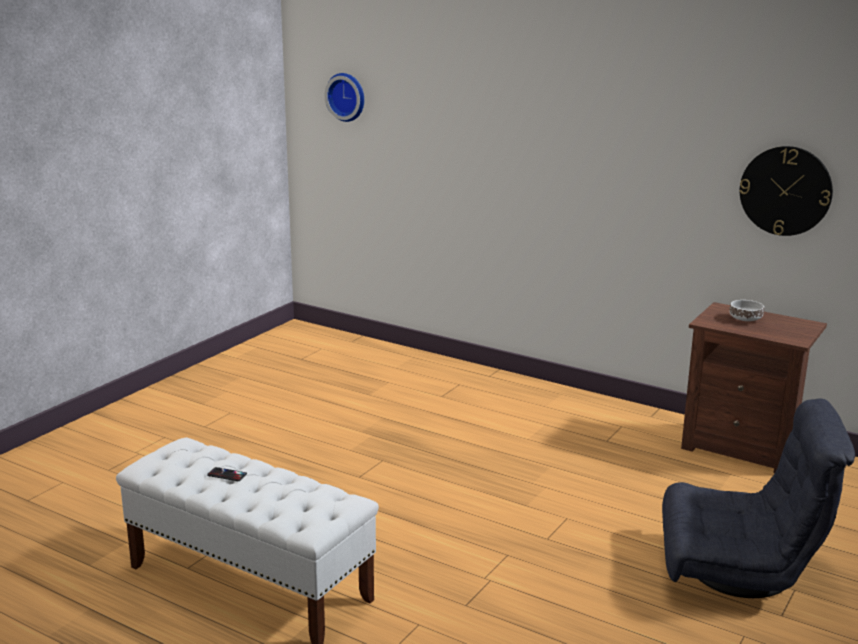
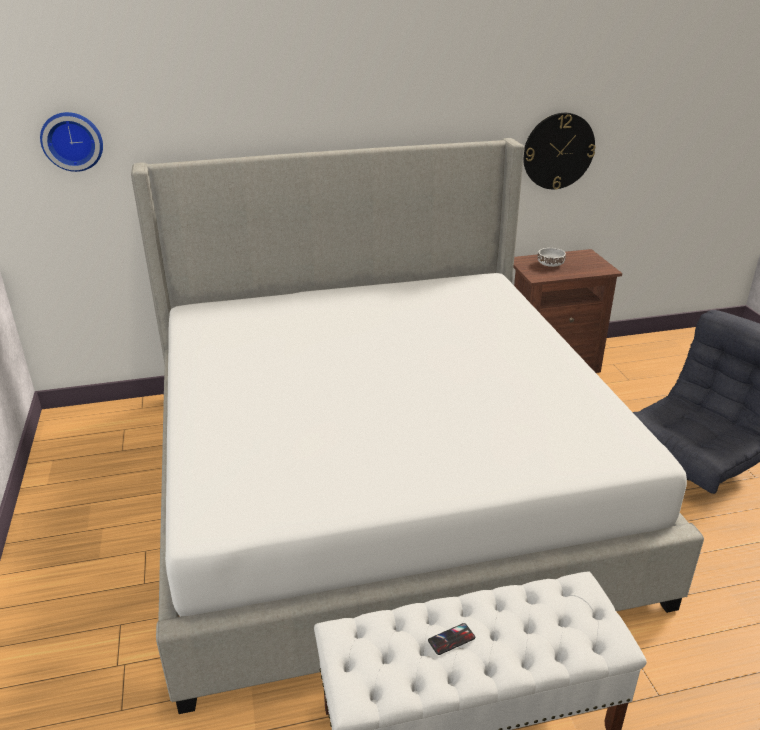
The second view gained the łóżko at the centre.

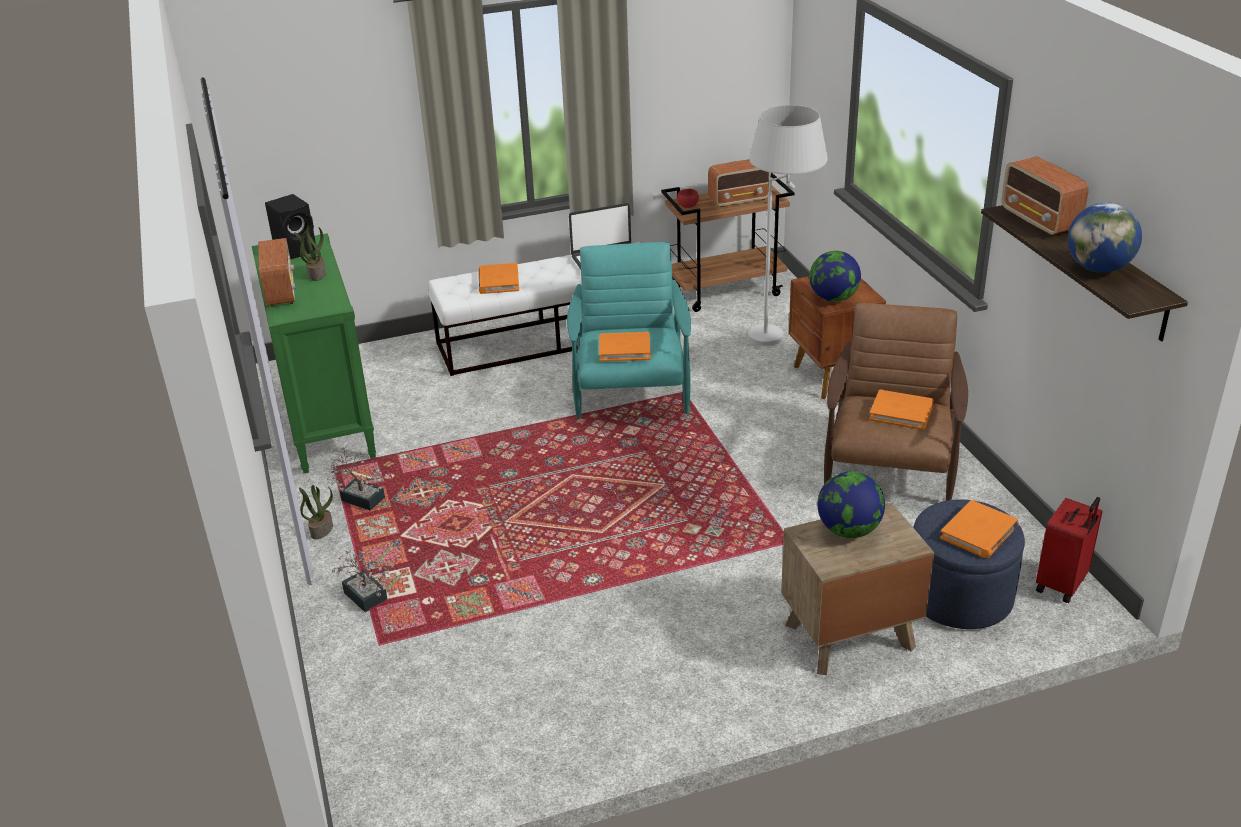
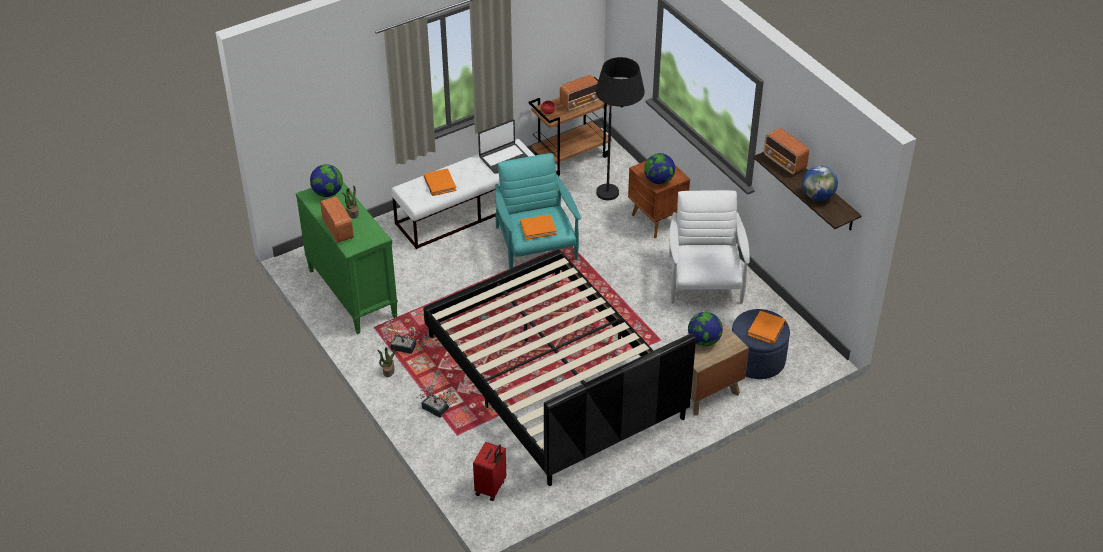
Where the głośnik/czarny stood at the top left, the globus (no. 1 from left) came to stand at the top left.
The second view gained the łóżko/czarny at the bottom centre.
The walizka/czerwony ended up elsewhere, having gone from the middle right to the bottom centre.
What was the lampa stojąca/biały at the top centre turned into the lampa stojąca/czarny at the top centre.
What was the fotel/brązowy at the middle right turned into the fotel/biały at the centre.
The second view lost the książka/pomarańczowy (no. 3 from left) at the middle right.

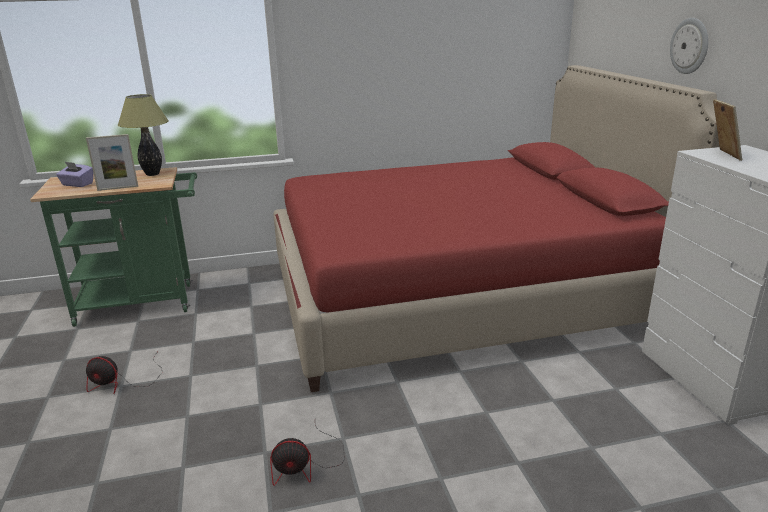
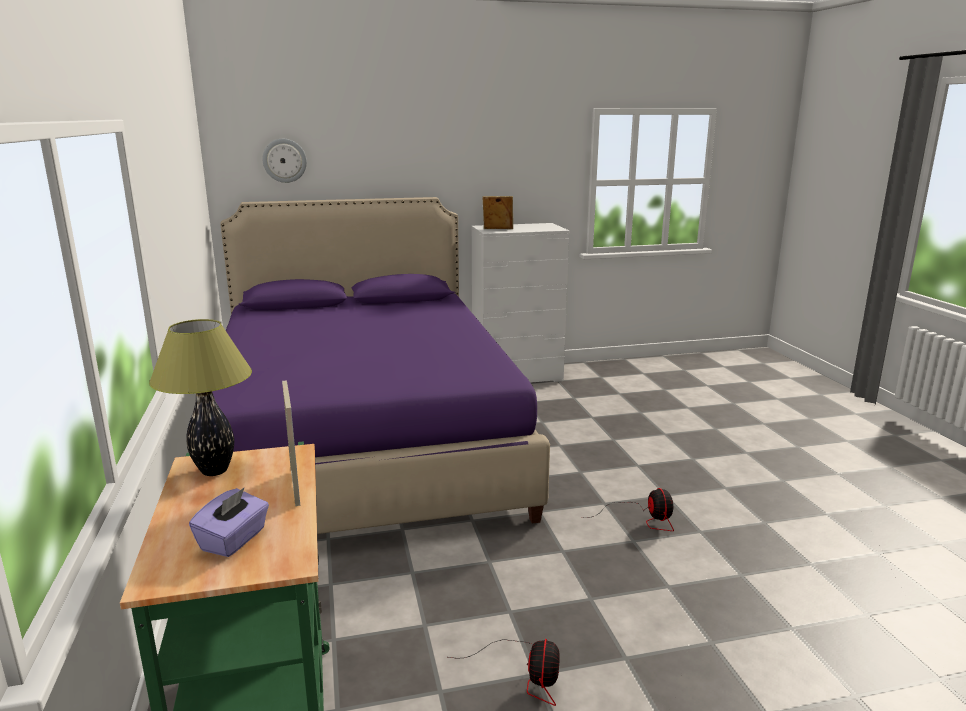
What was the łóżko/czerwony at the centre turned into the łóżko/fioletowy at the centre.
The zegar ścienny ended up elsewhere, having gone from the top right to the top left.

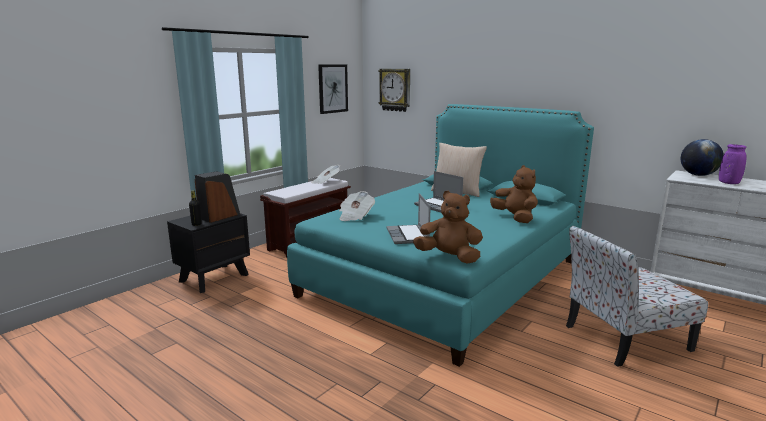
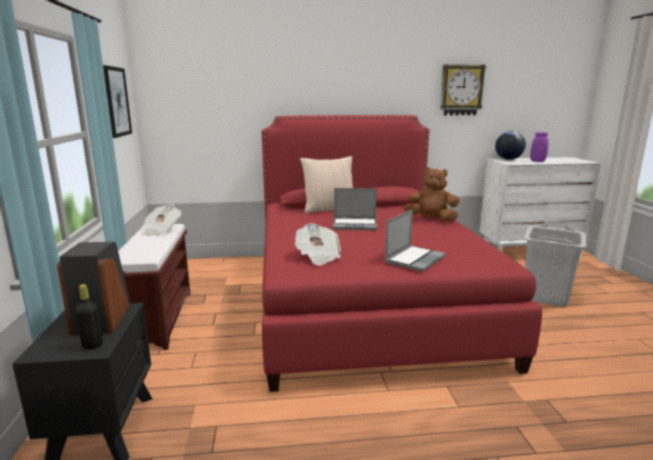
What was the łóżko/turkusowy at the centre turned into the łóżko/czerwony at the centre.
The laptop (no. 1 from left in the first image) at the centre ended up facing another way, 90 degrees counterclockwise from before.
The zegar ścienny ended up elsewhere, having gone from the top centre to the top right.
Where the krzesło stood at the bottom right, the kosz na pranie/szary came to stand at the middle right.
The second view lost the pluszak/brązowy (no. 1 from left) at the centre.

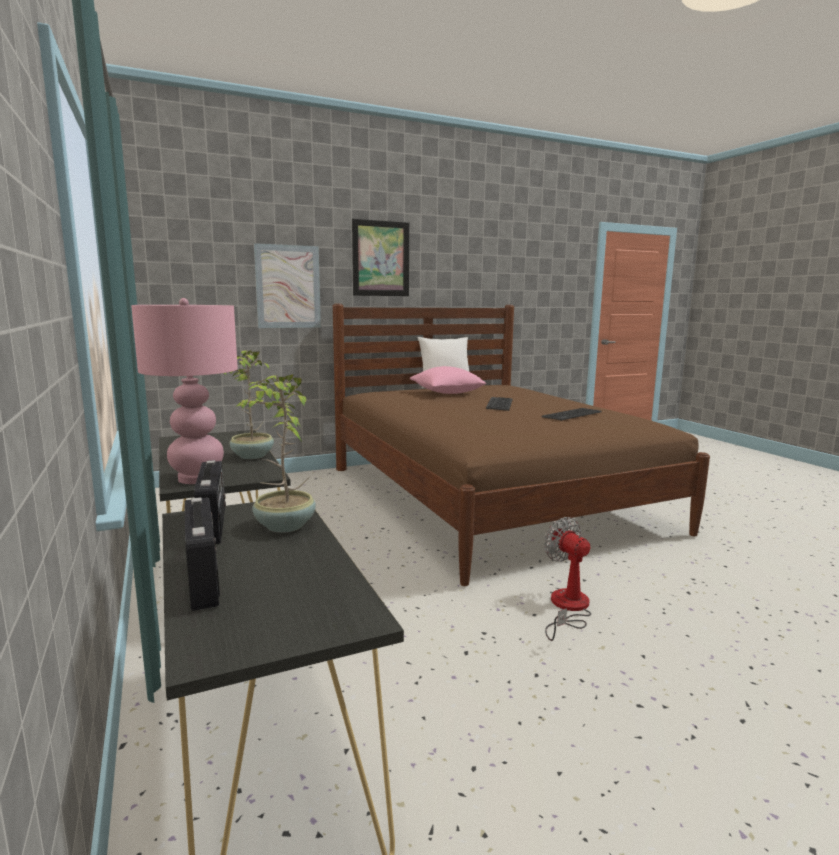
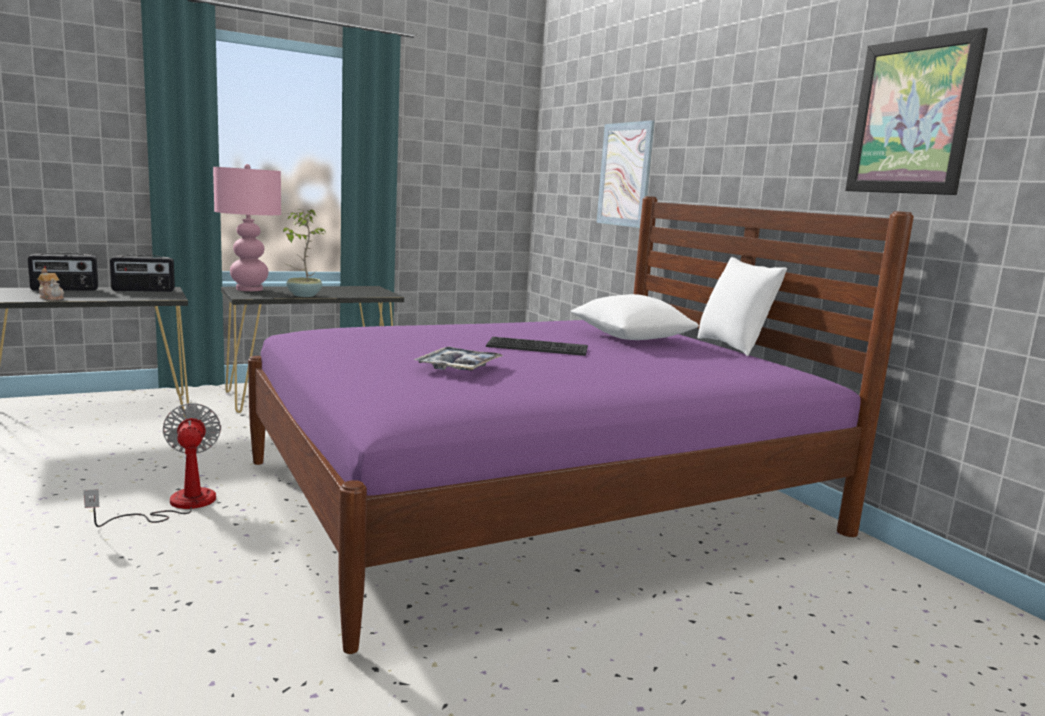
The second view gained the imbryk at the middle left.
The wentylator at the bottom right ended up facing another way, 75 degrees counterclockwise from before.
What was the łóżko/brązowy at the centre turned into the łóżko/fioletowy at the centre.
Where the klawiatura (no. 2 from left) stood at the middle right, the taca came to stand at the centre.
What was the poduszka/różowy at the centre turned into the poduszka/biały (no. 1 from left) at the centre.
The obraz (no. 2 from left) ended up elsewhere, having gone from the top centre to the top right.
The second view lost the roślina doniczkowa (no. 2 from left) at the middle left.

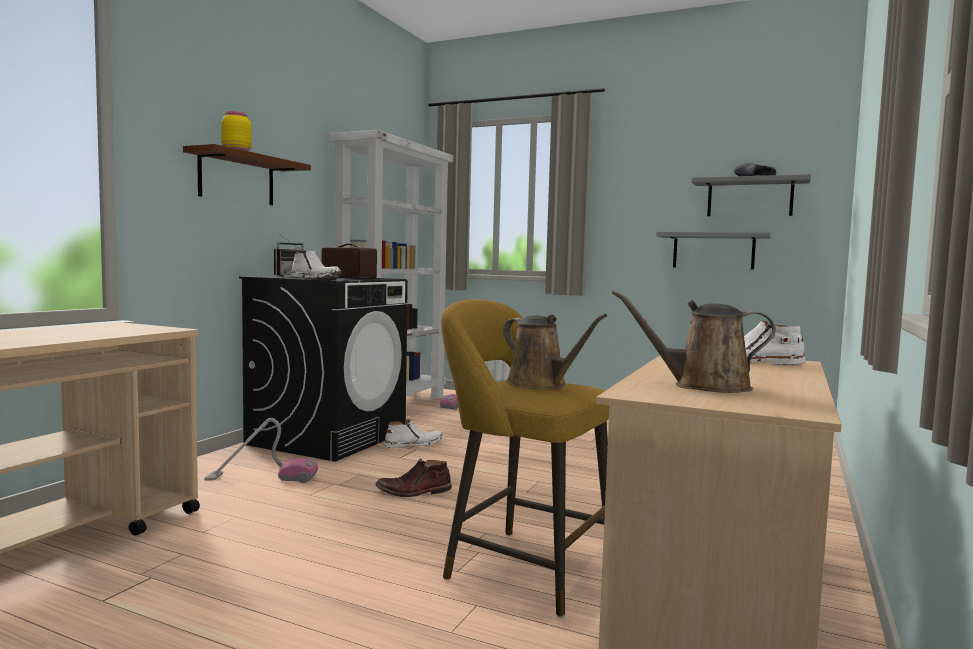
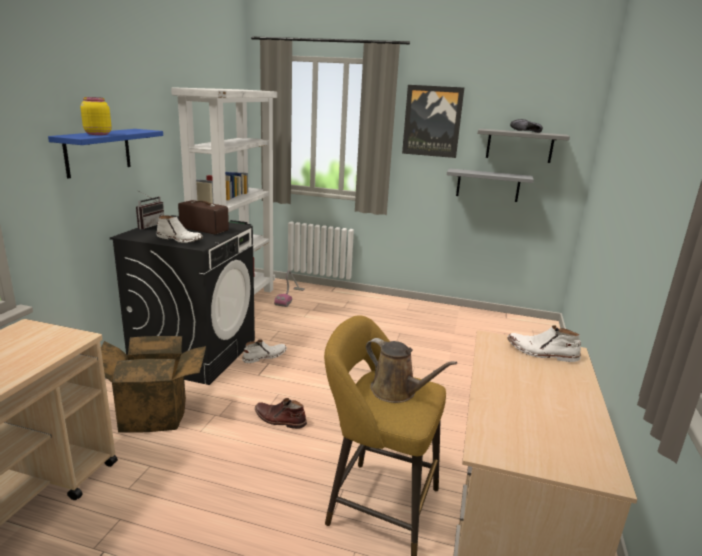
What was the półka/brązowy at the top left turned into the półka/niebieski at the top left.
Where the odkurzacz (no. 1 from left) stood at the bottom left, the karton came to stand at the bottom left.
The but z cholewką/brązowy at the bottom centre ended up facing another way, 45 degrees clockwise from before.
The second view gained the obraz at the top centre.
The second view lost the konewka/brązowy (no. 2 from left) at the middle right.

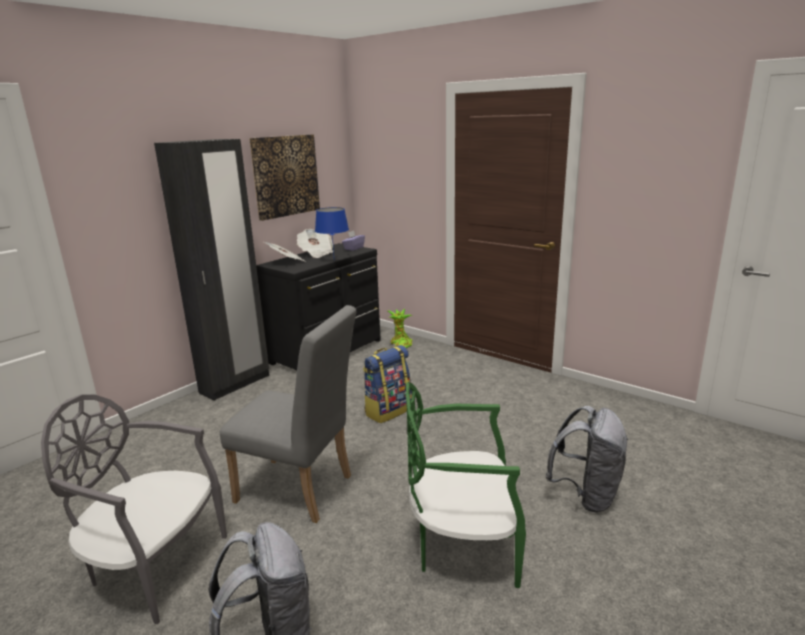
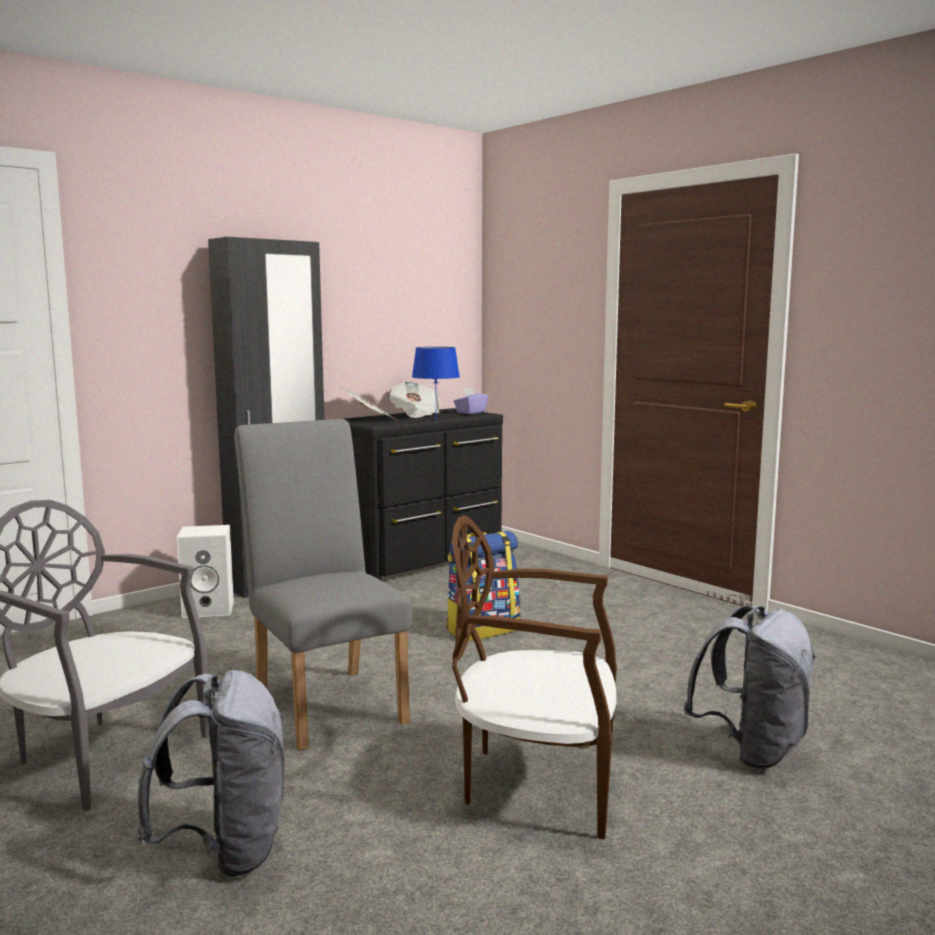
The second view gained the głośnik/biały at the middle left.
The krzesło/szary (no. 2 from left) at the centre ended up facing another way, 150 degrees counterclockwise from before.
What was the krzesło/zielony at the bottom centre turned into the krzesło/brązowy at the bottom centre.
The second view lost the obraz at the top centre.
The second view lost the roślina doniczkowa at the centre.

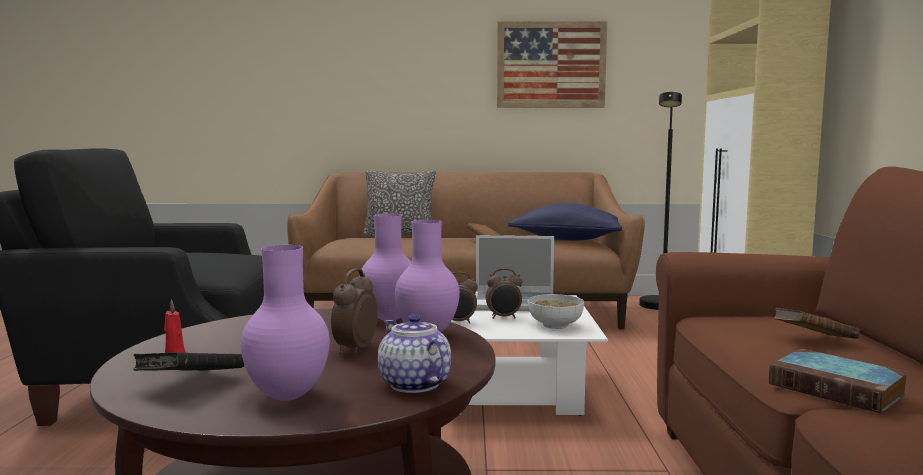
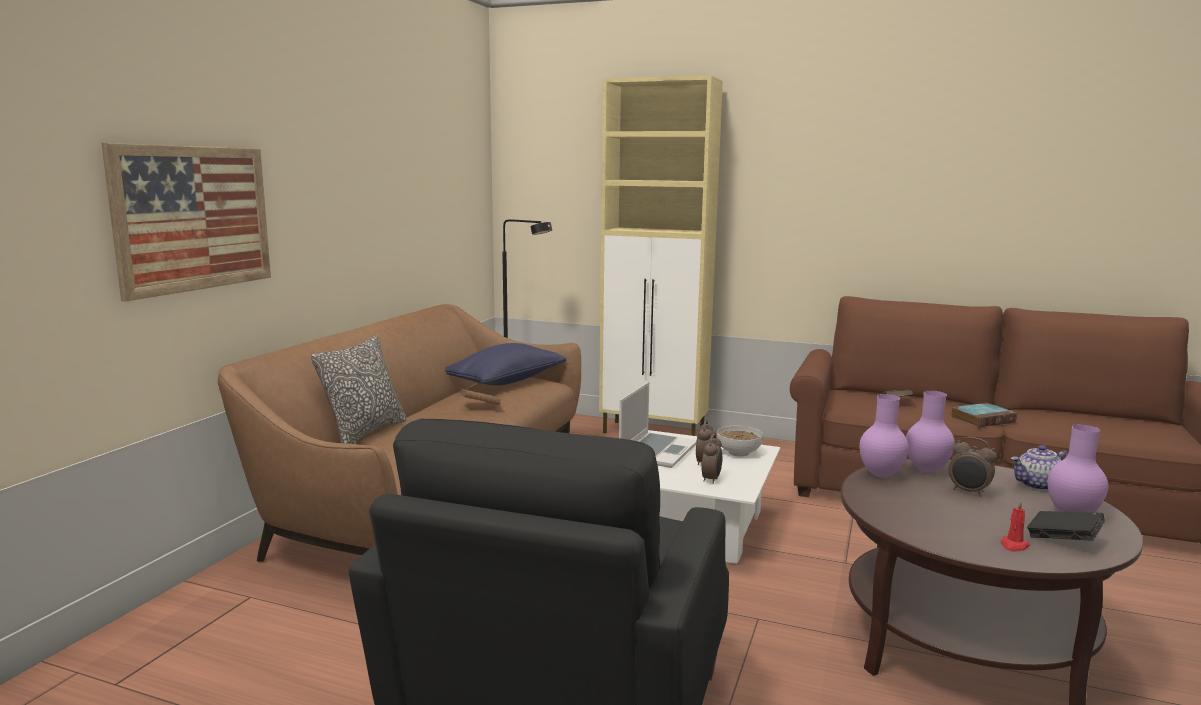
The obraz ended up elsewhere, having gone from the top centre to the top left.

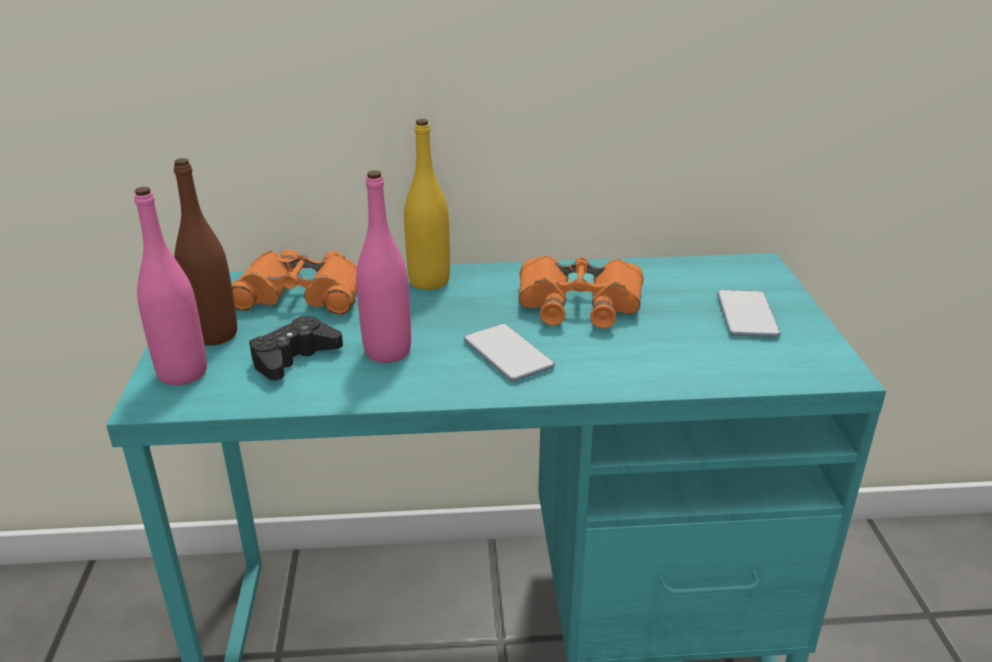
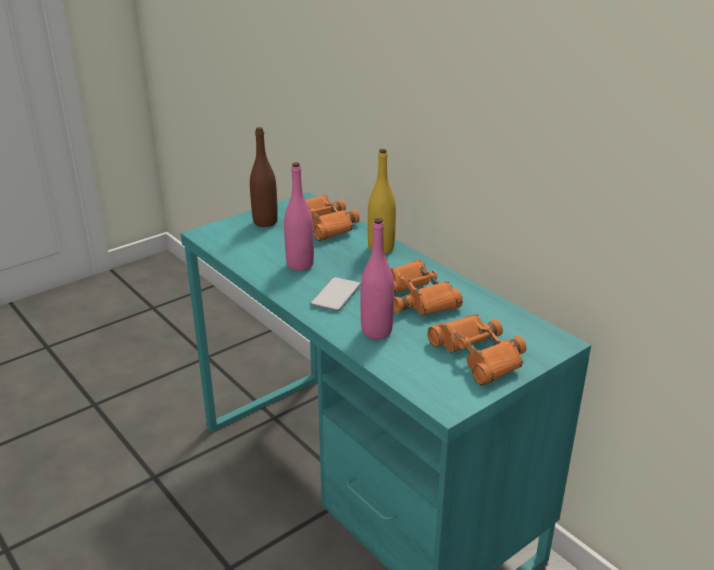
The butelka/różowy (no. 1 from left in the first image) ended up elsewhere, having gone from the middle left to the centre.
Where the telefon (no. 2 from left) stood at the middle right, the lornetka/pomarańczowy (no. 3 from left) came to stand at the middle right.
The second view lost the pad do gier/czarny at the middle left.

